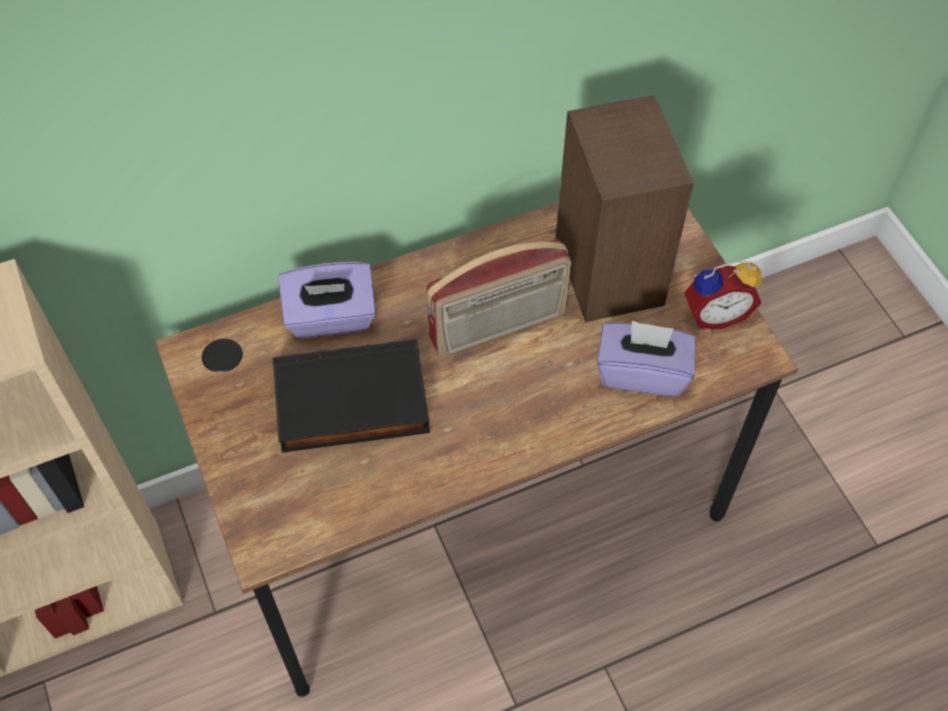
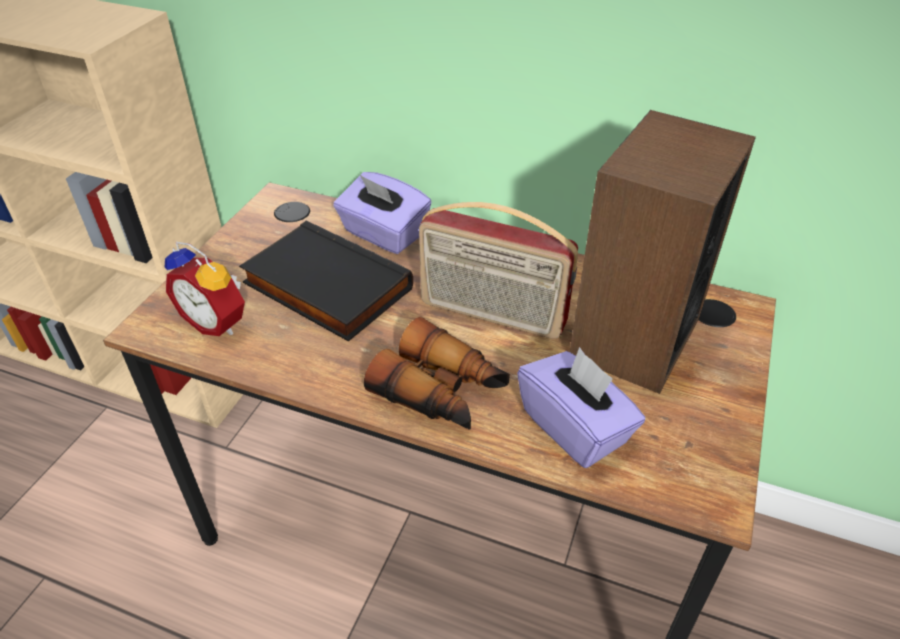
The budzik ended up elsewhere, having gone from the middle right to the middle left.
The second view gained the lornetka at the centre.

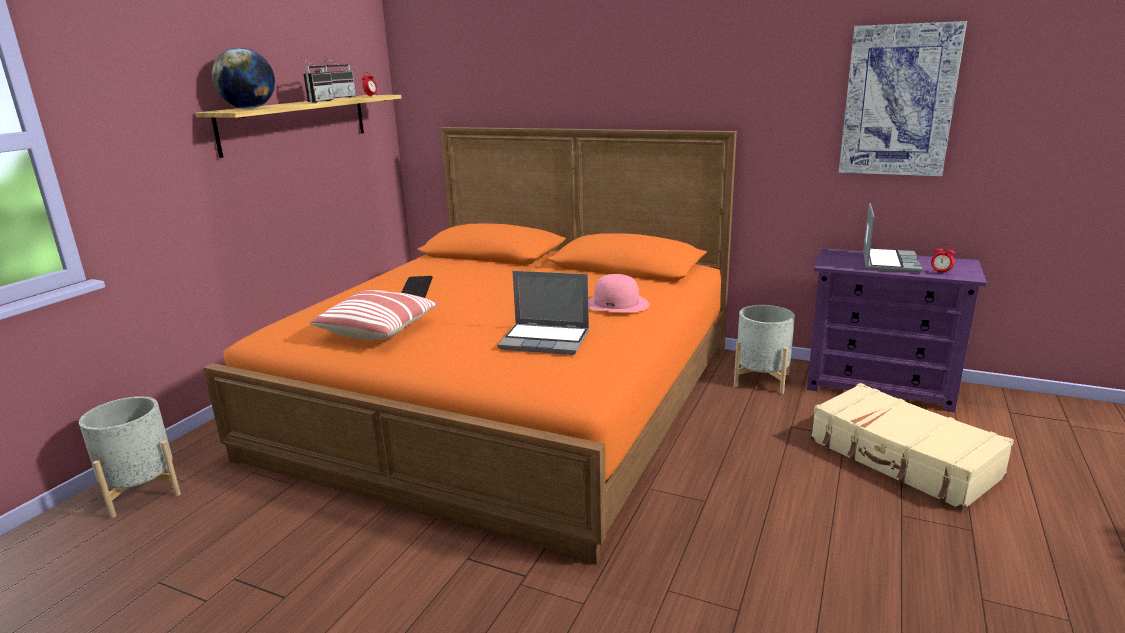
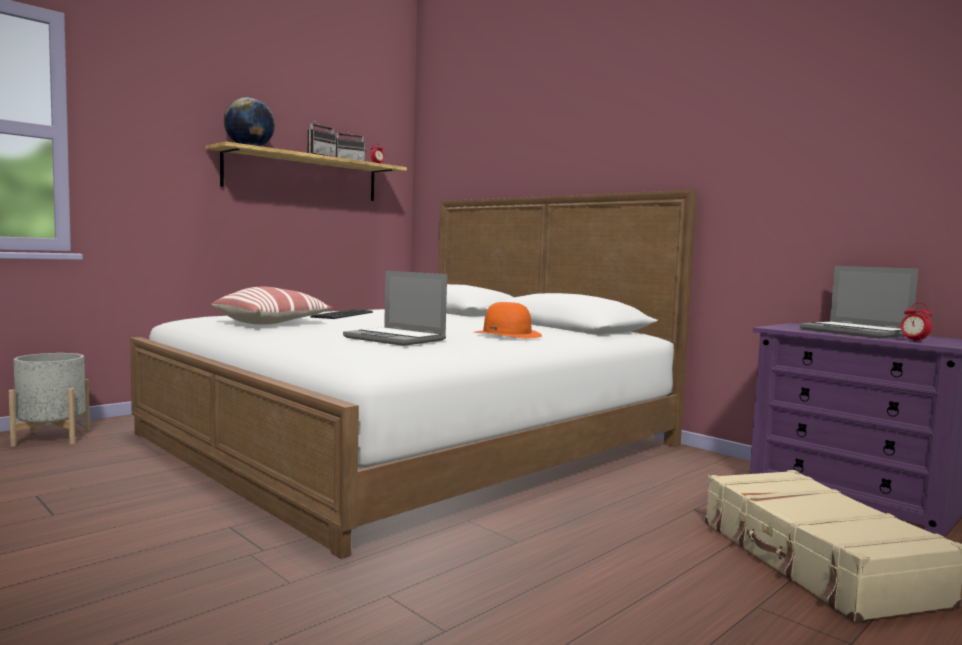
What was the łóżko/pomarańczowy at the centre turned into the łóżko/biały at the centre.
What was the kapelusz/różowy at the centre turned into the kapelusz/pomarańczowy at the centre.
The laptop (no. 2 from left) at the middle right ended up facing another way, 105 degrees clockwise from before.
The second view lost the donica/szary (no. 2 from left) at the middle right.
The second view lost the obraz at the top right.

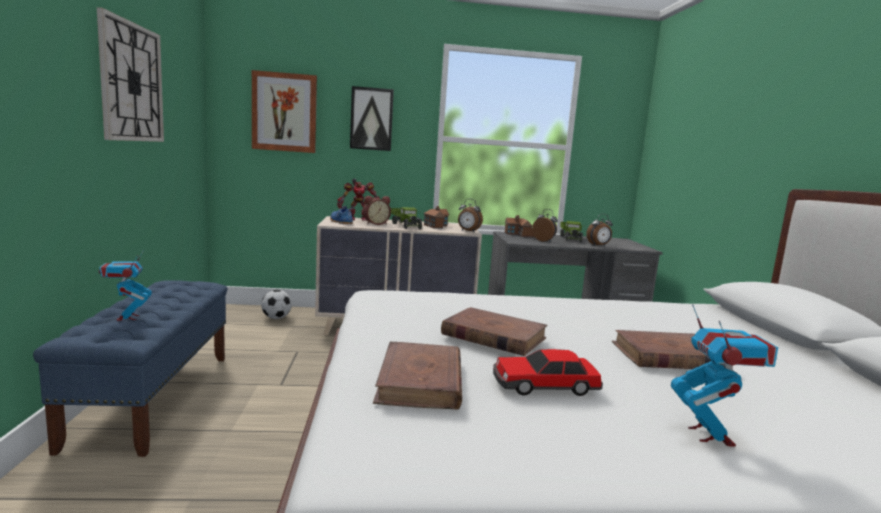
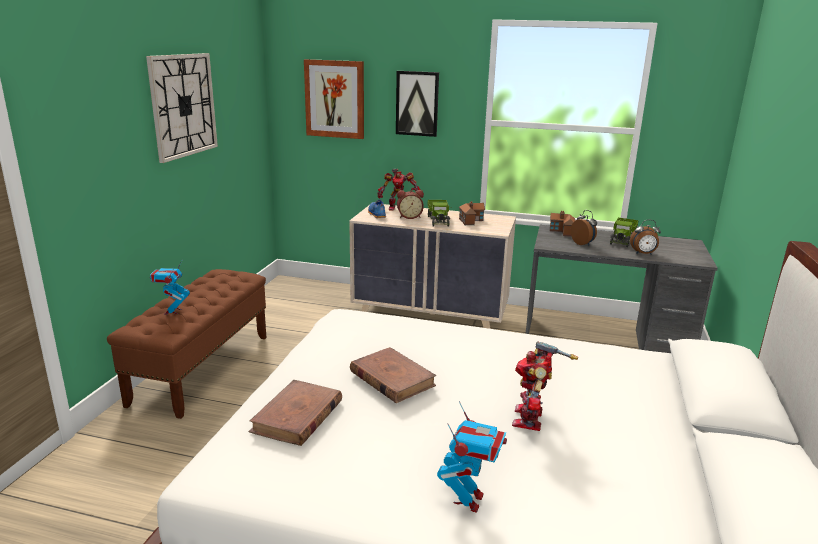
What was the ławka/niebieski at the bottom left turned into the ławka/brązowy at the middle left.
Where the książka/brązowy (no. 3 from left) stood at the bottom right, the robot zabawkowy (no. 4 from left) came to stand at the bottom centre.
The second view lost the piłka futbolowa at the middle left.
The second view lost the budzik (no. 2 from left) at the centre.
The second view lost the samochodzik at the bottom centre.

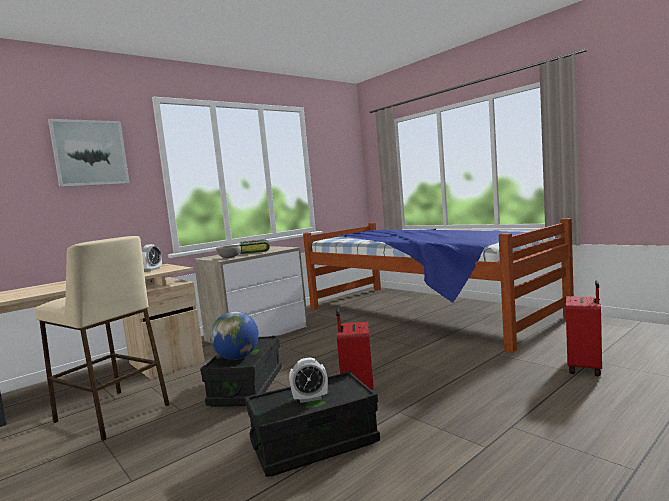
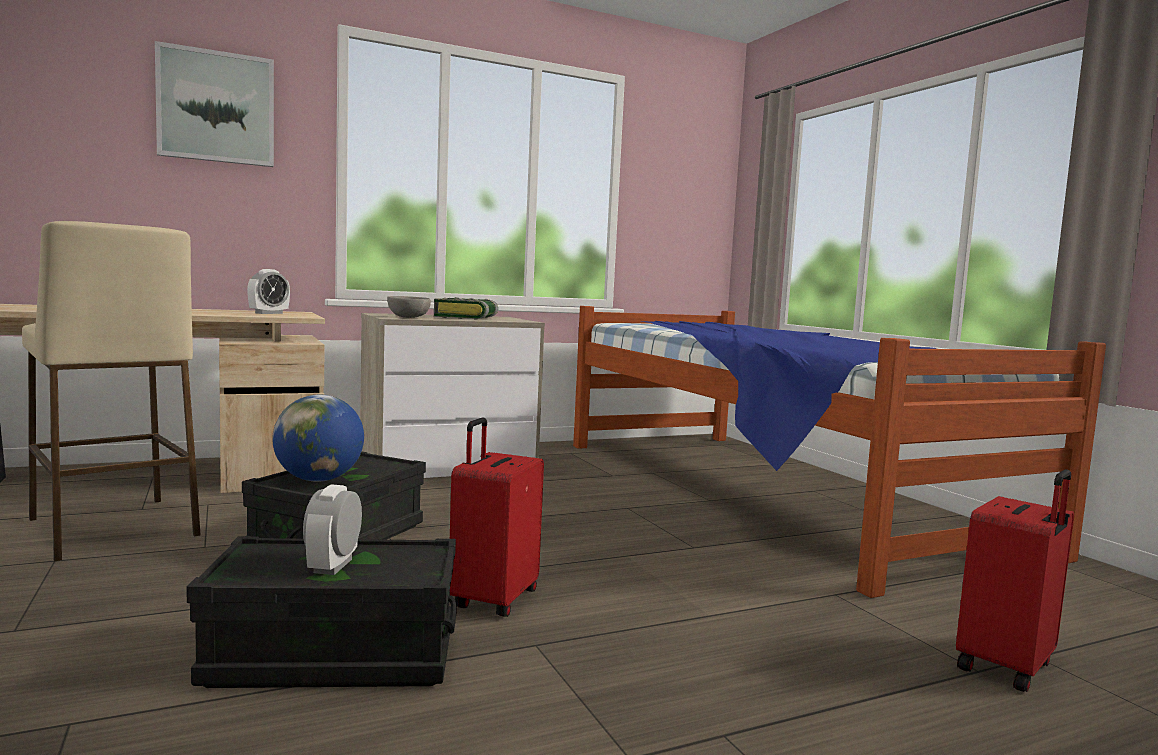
The budzik (no. 2 from left) at the bottom centre ended up facing another way, 90 degrees clockwise from before.

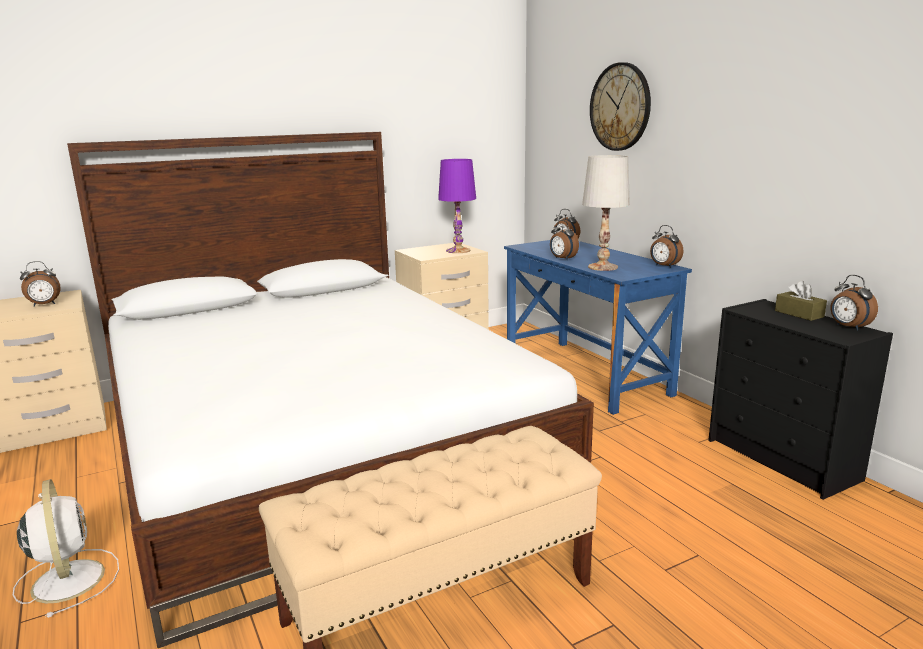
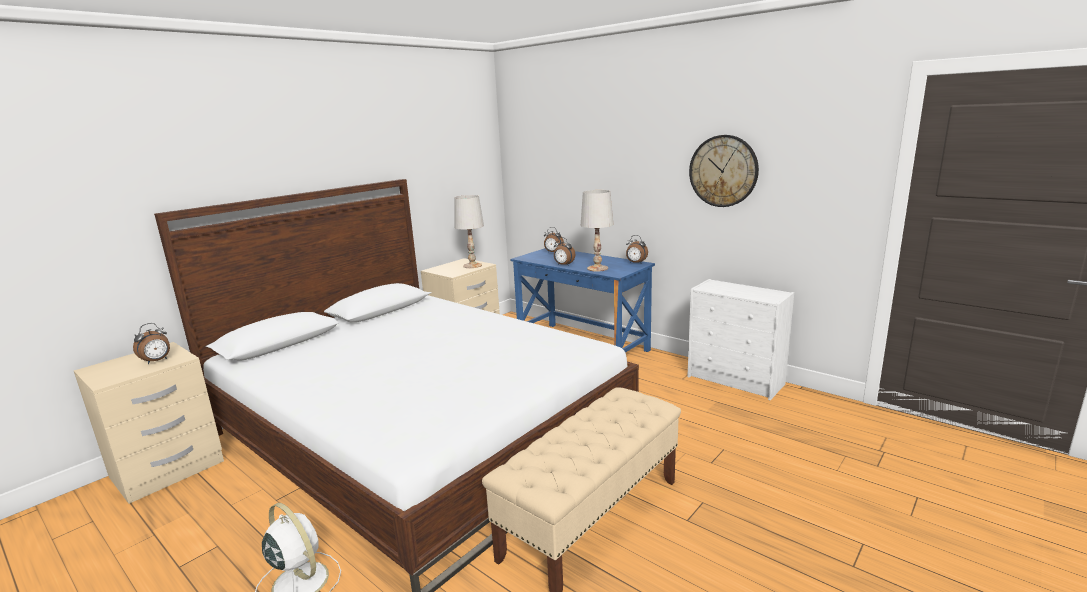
What was the lampa stołowa/fioletowy at the top centre turned into the lampa stołowa/biały (no. 1 from left) at the centre.
What was the komoda/czarny at the middle right turned into the komoda/biały at the middle right.
The zegar ścienny ended up elsewhere, having gone from the top right to the top centre.
The second view lost the pudełko chusteczek/brązowy at the middle right.
The second view lost the budzik (no. 5 from left) at the middle right.

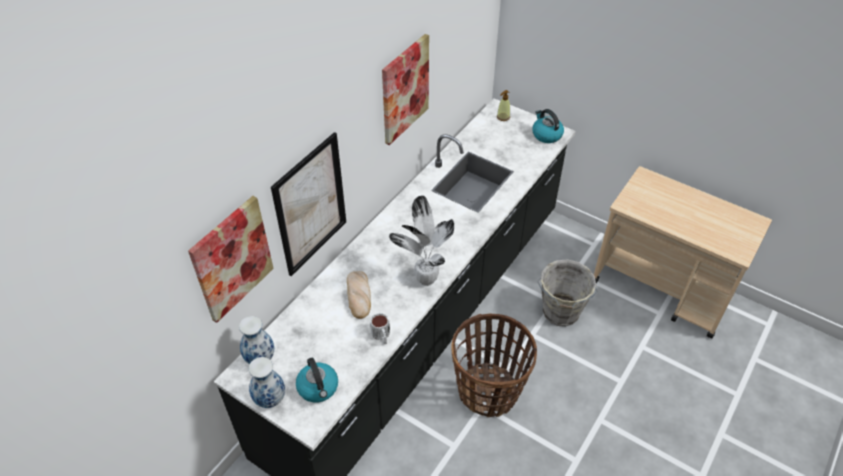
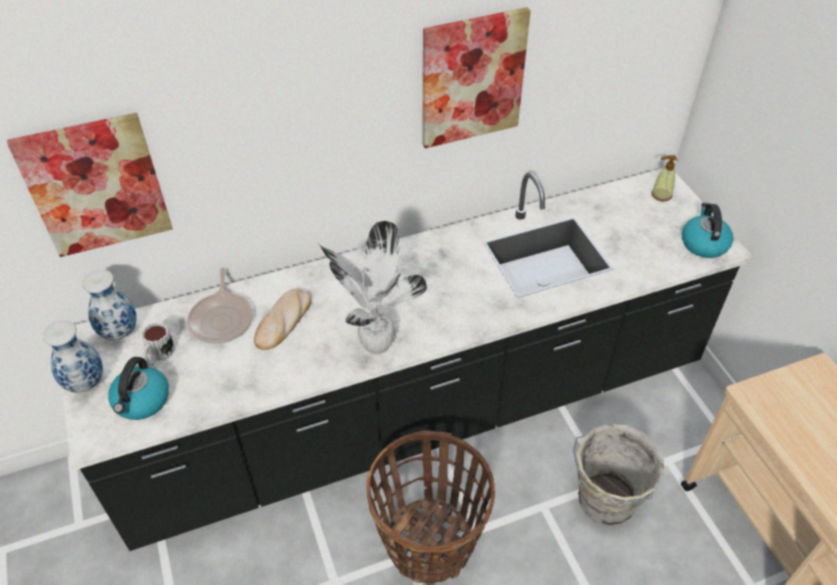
The kubek ended up elsewhere, having gone from the bottom centre to the middle left.
The second view gained the patelnia at the middle left.
The second view lost the obraz (no. 2 from left) at the centre.

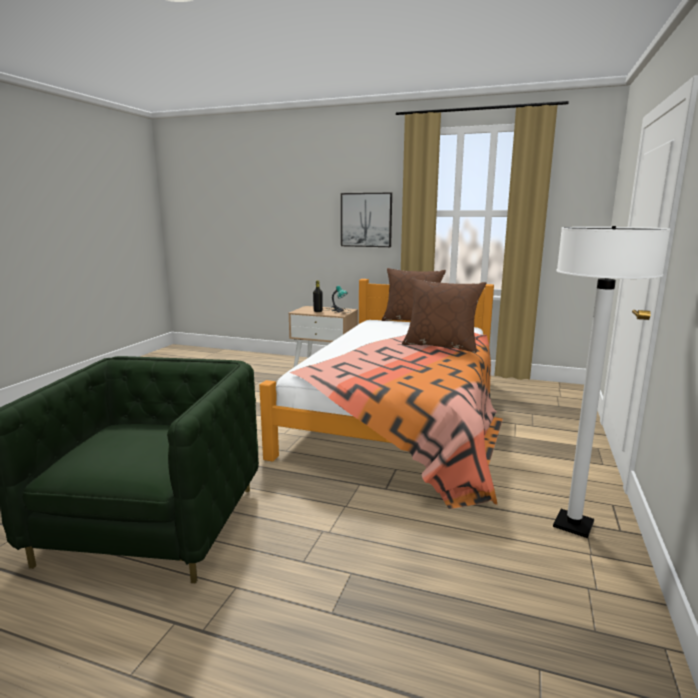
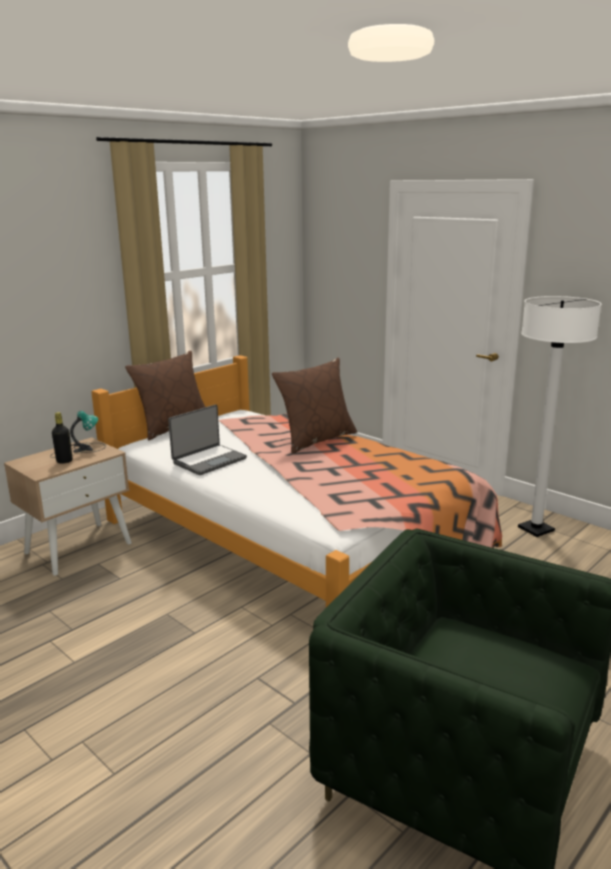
The second view gained the laptop at the centre.
The second view lost the obraz at the top centre.

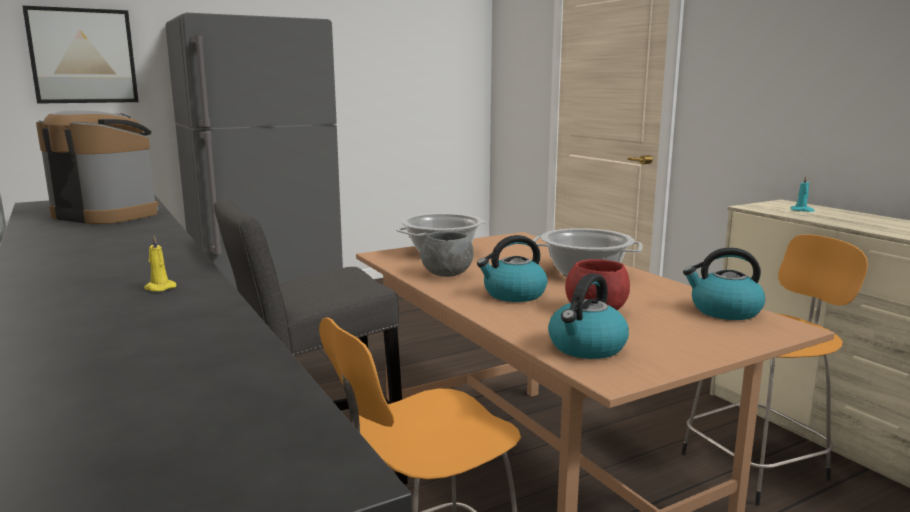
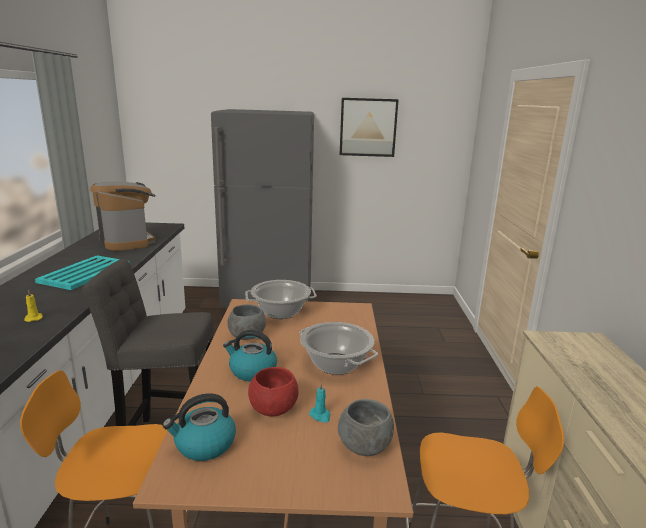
The second view gained the taca/turkusowy at the middle left.
The świeca/turkusowy ended up elsewhere, having gone from the middle right to the bottom centre.
Where the czajnik (no. 3 from left) stood at the middle right, the miska/szary (no. 2 from left) came to stand at the bottom centre.
The obraz ended up elsewhere, having gone from the top left to the top centre.

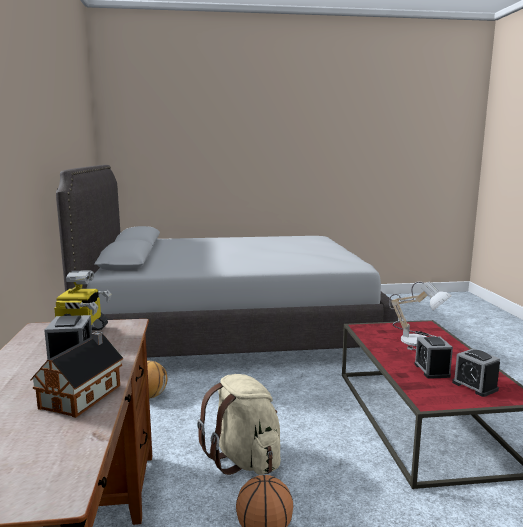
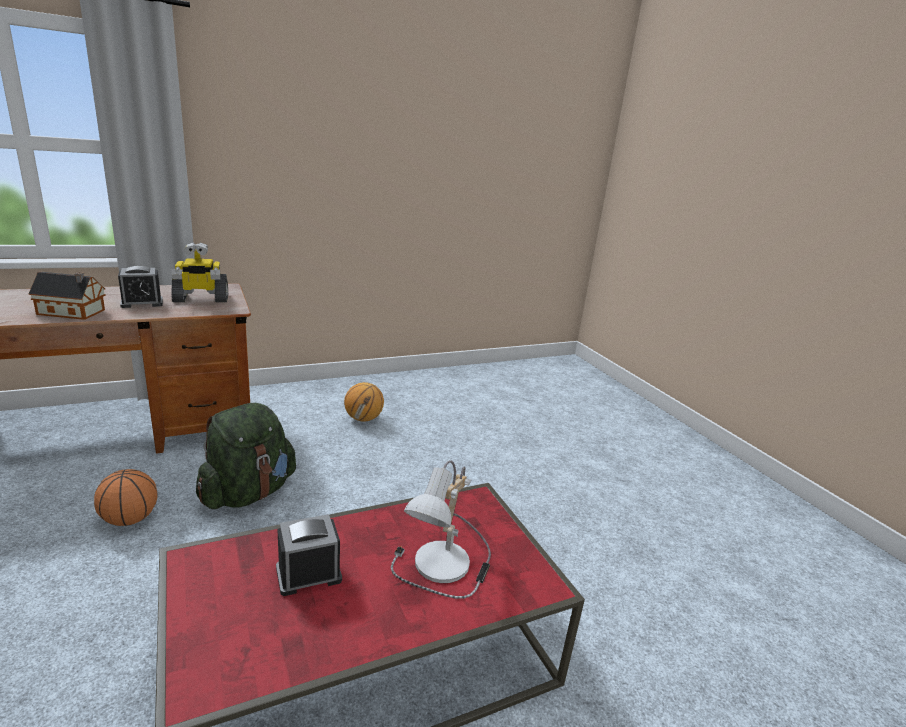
What was the plecak/beżowy at the bottom centre turned into the plecak/zielony at the middle left.
The second view lost the łóżko/szary at the centre.
The second view lost the budzik (no. 3 from left) at the bottom right.

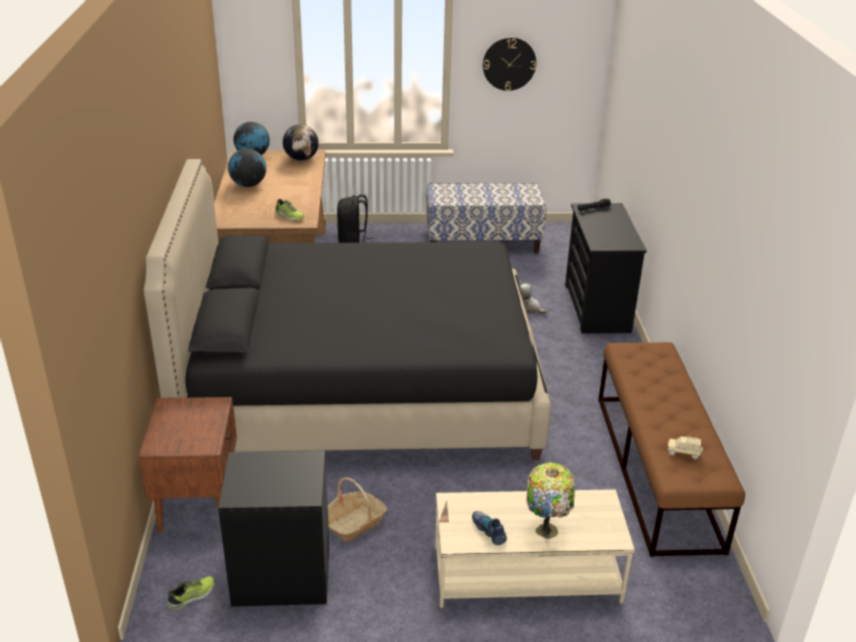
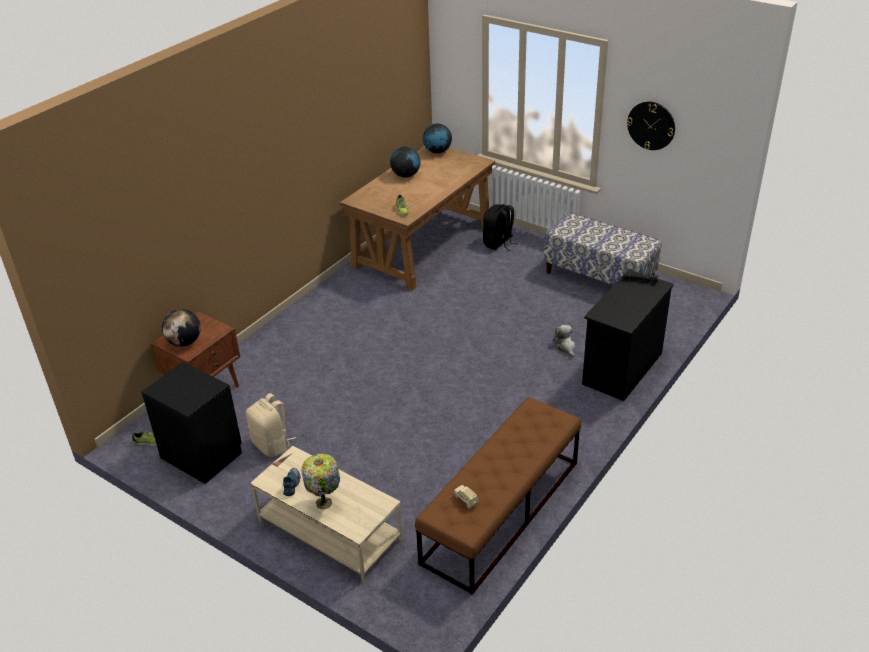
The globus (no. 3 from left in the first image) ended up elsewhere, having gone from the top centre to the middle left.
Where the koszyk stood at the bottom centre, the plecak/beżowy came to stand at the middle left.
The second view lost the łóżko/czarny at the centre.

